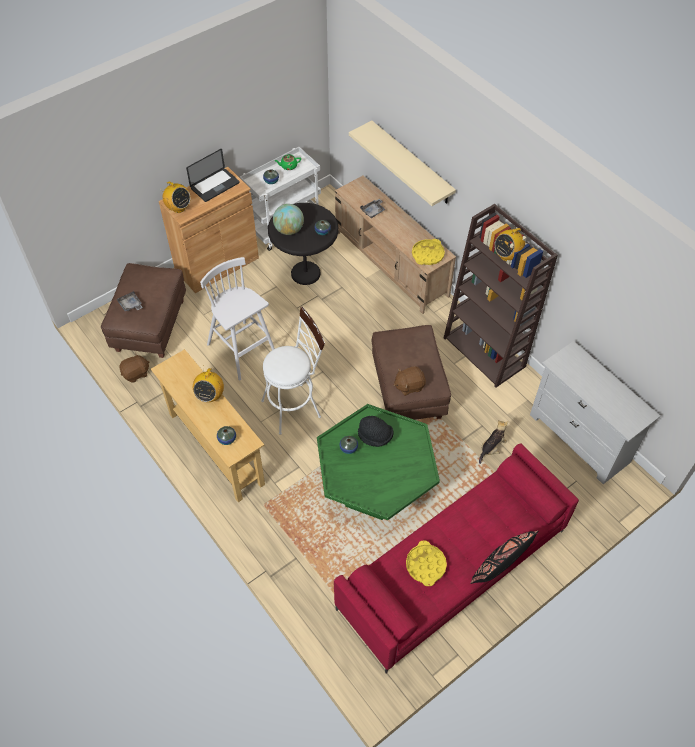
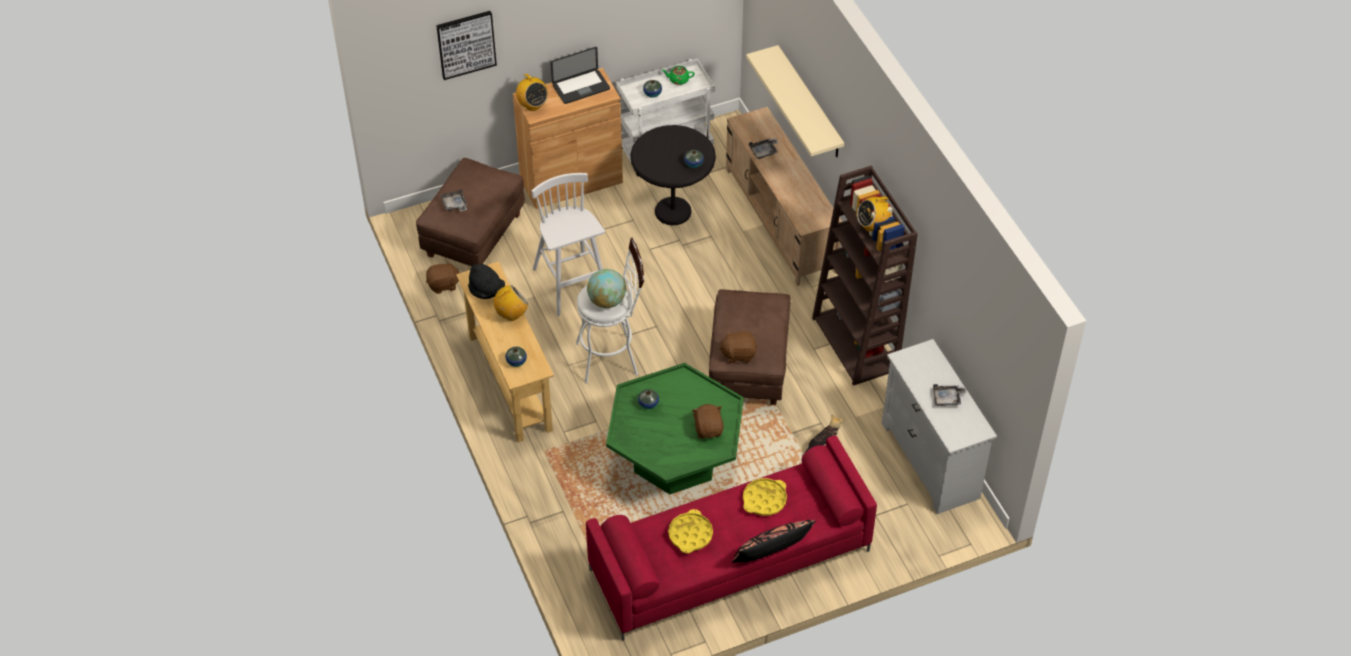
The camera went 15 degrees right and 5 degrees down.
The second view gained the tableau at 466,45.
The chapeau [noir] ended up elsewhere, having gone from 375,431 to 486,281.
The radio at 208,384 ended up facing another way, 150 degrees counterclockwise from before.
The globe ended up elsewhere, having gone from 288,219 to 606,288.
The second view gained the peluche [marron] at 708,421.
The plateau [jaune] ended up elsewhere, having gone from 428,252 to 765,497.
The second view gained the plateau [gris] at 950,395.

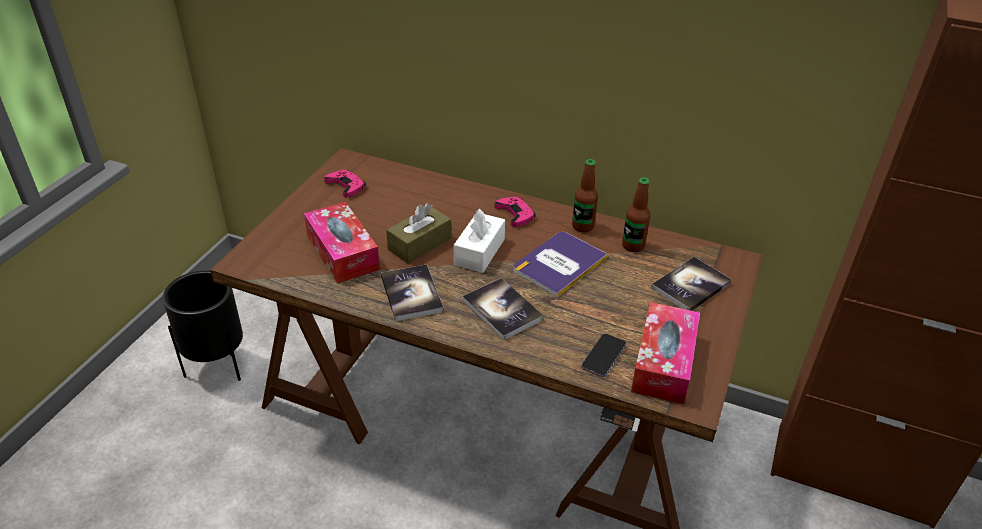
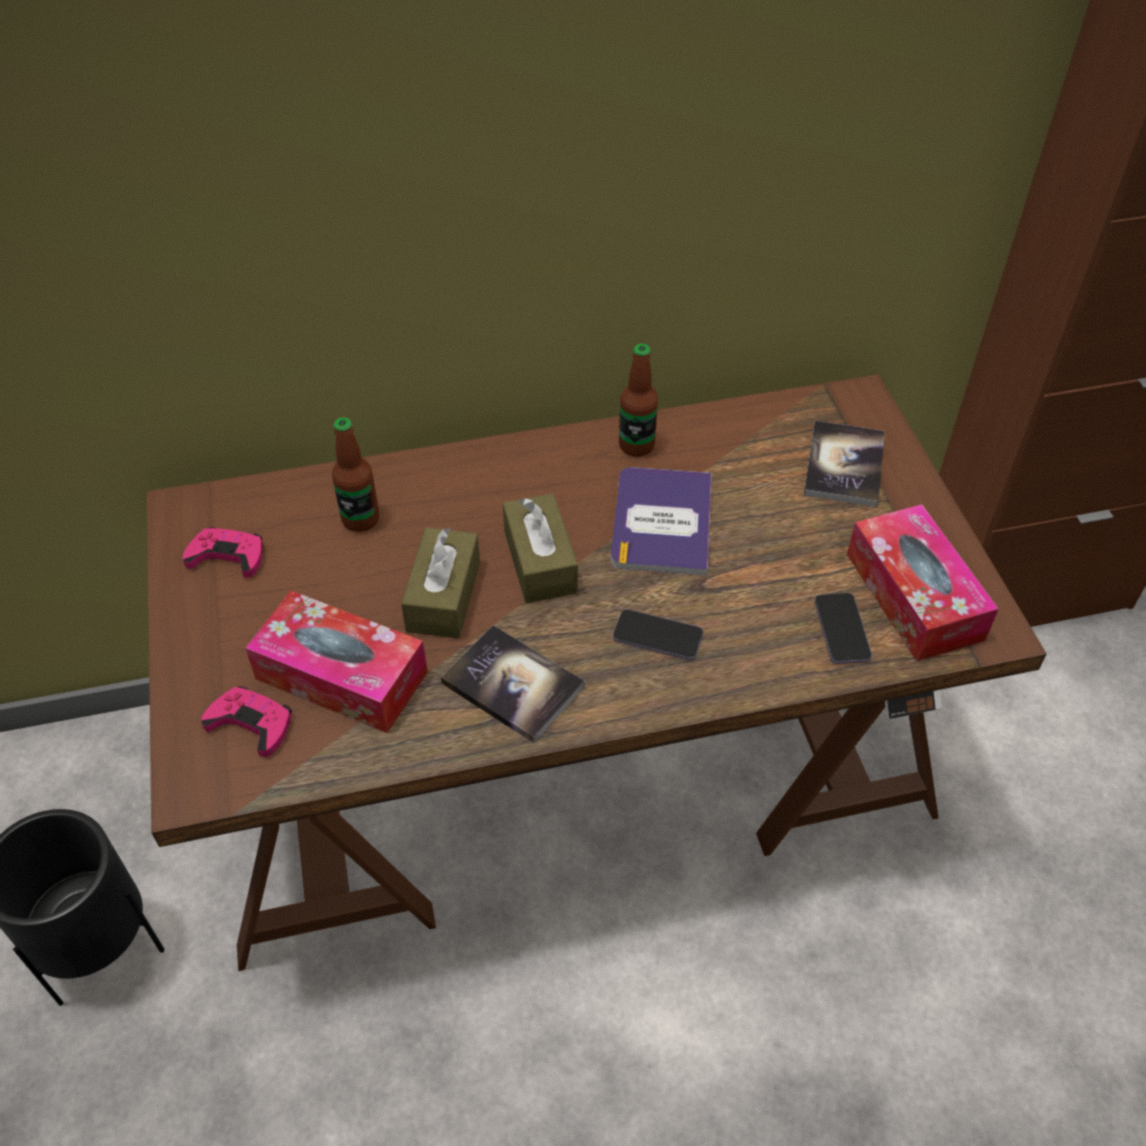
The camera went 35 degrees left and 10 degrees up.
The manette [rose] ended up elsewhere, having gone from 515,212 to 246,721.
The bouteille ended up elsewhere, having gone from 636,215 to 355,474.
What was the boîte à mouchoirs [blanc] at 479,241 turned into the boîte à mouchoirs [marron] at 540,548.
Where the livre stood at 503,309, the téléphone came to stand at 658,634.

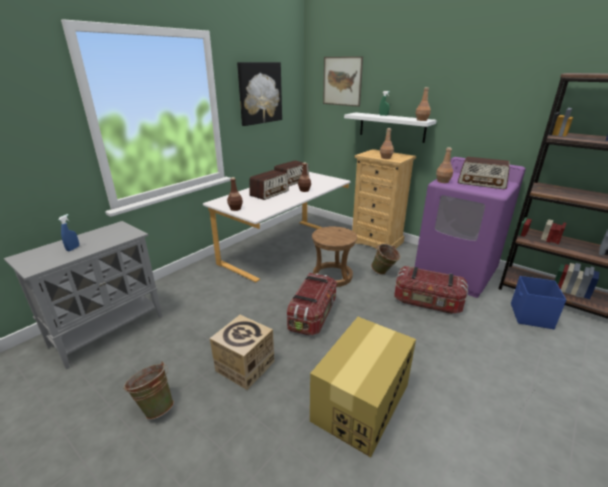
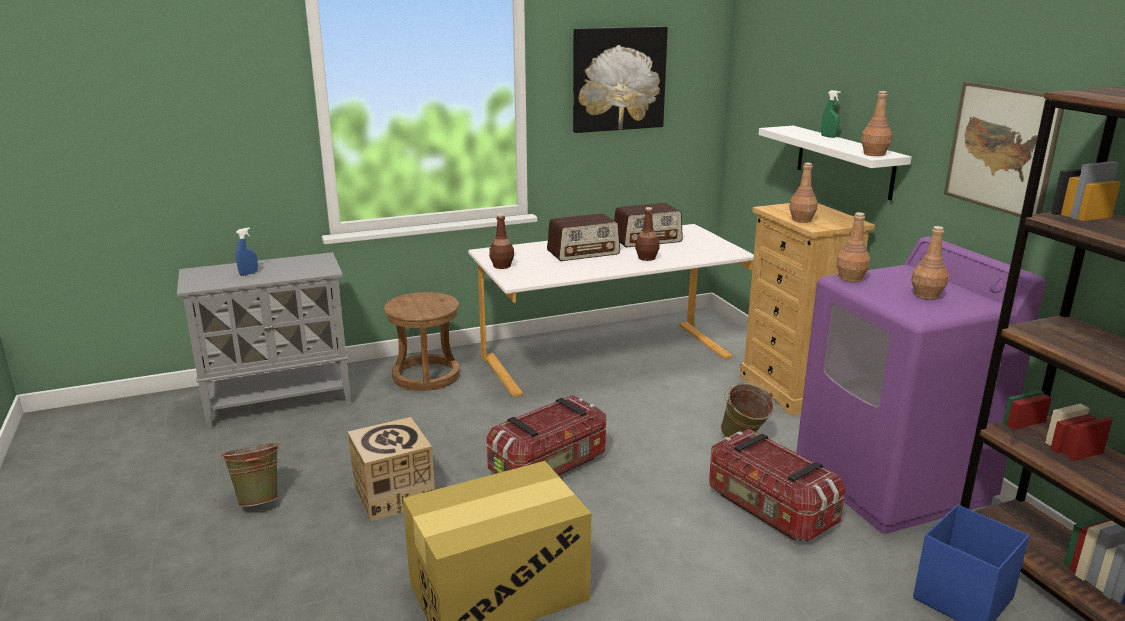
The camera went 30 degrees right and 5 degrees down.
The tabouret [marron] ended up elsewhere, having gone from 334,256 to 422,341.
Where the radio stood at 484,173, the bouteille [marron] came to stand at 929,263.
The tableau ended up elsewhere, having gone from 343,81 to 1004,149.

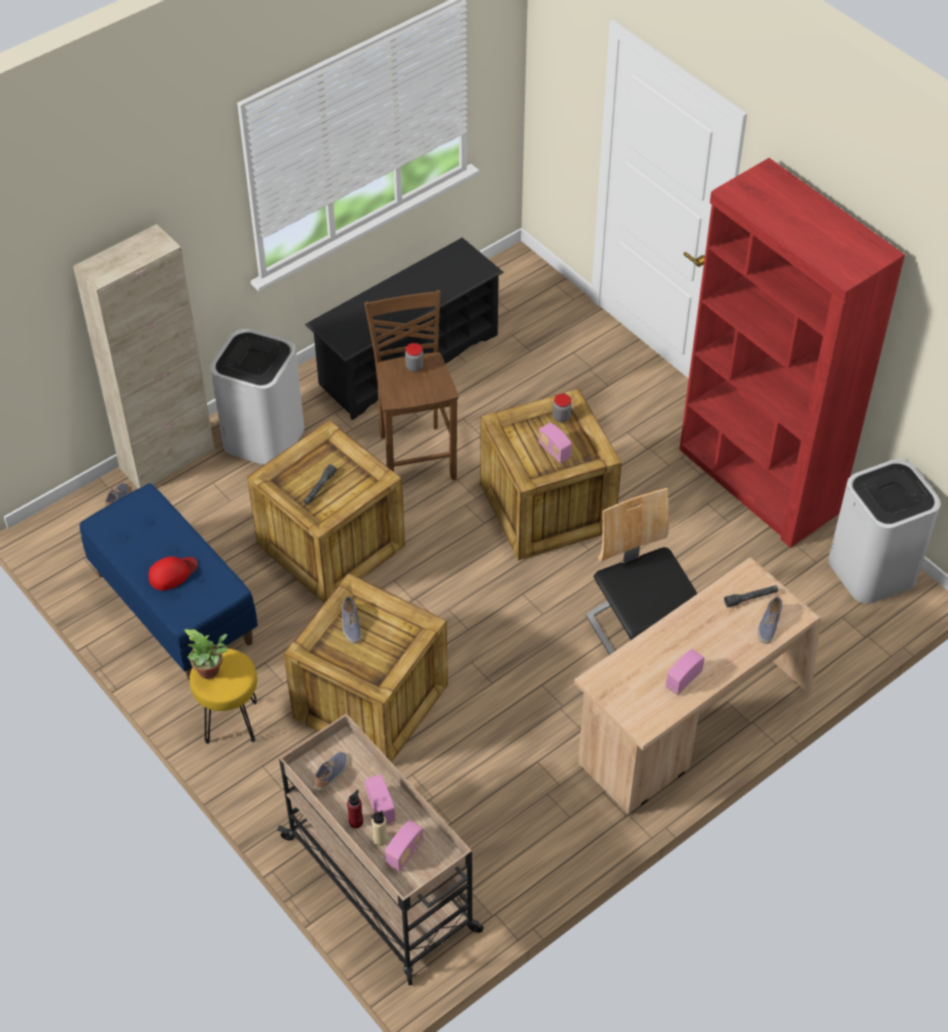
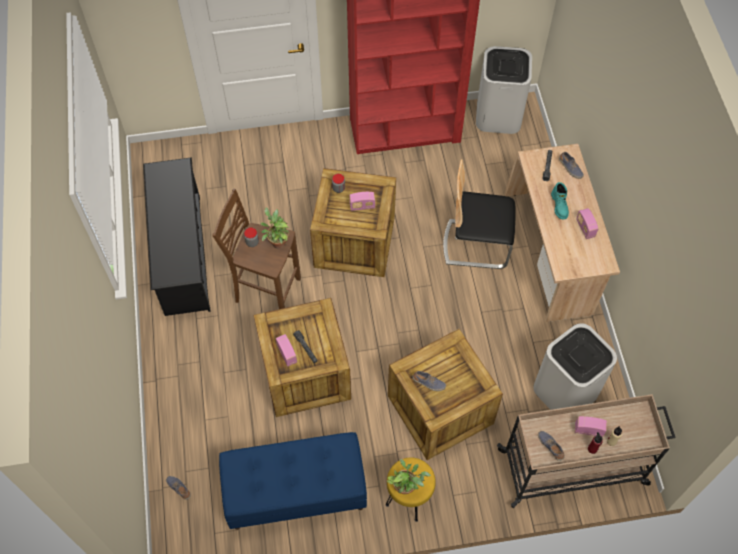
The camera went 60 degrees left and 10 degrees up.
The second view gained the plante en pot at 275,228.
The radio ended up elsewhere, having gone from 404,846 to 286,350.
The poubelle [blanc] ended up elsewhere, having gone from 257,397 to 575,366.
The second view gained the botte [turquoise] at 560,201.
The second view lost the meuble de rangement [beige] at 144,356.
The second view lost the casquette [rouge] at 173,573.

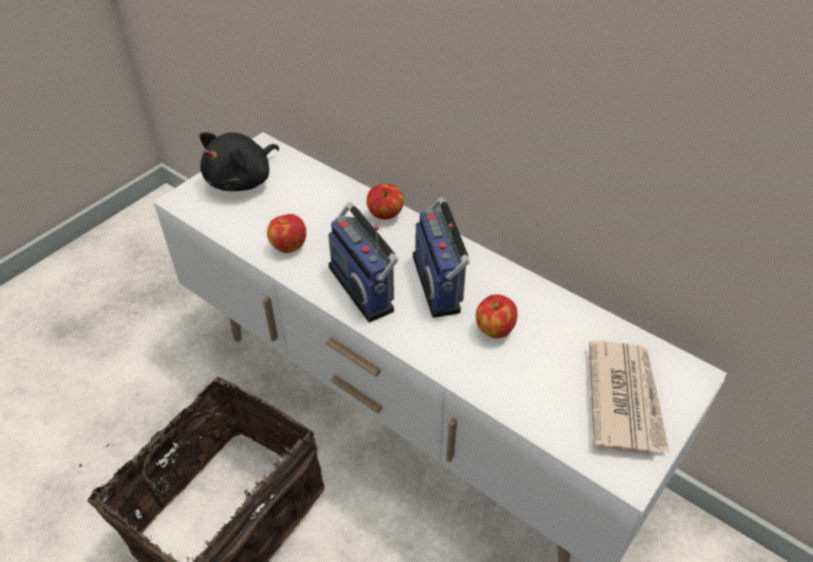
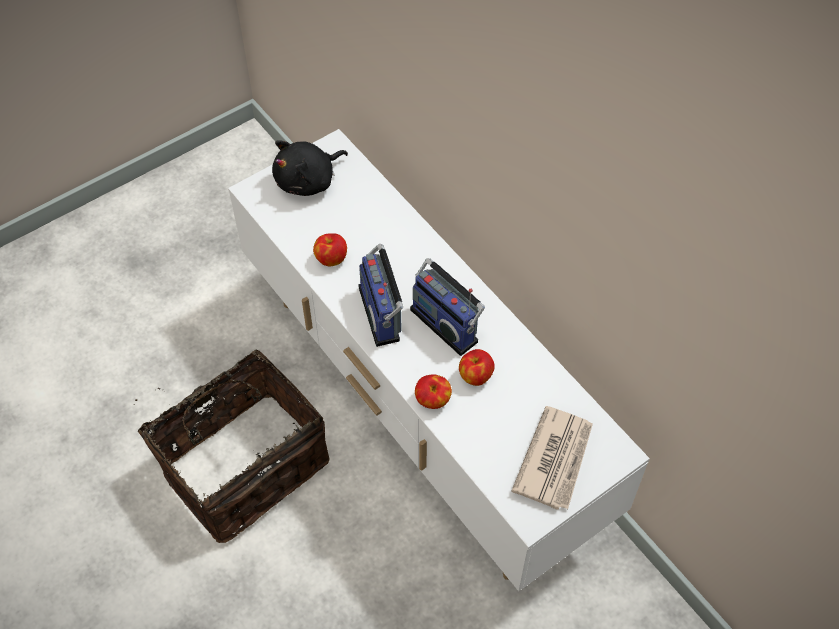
The camera went 15 degrees right and 10 degrees up.
The radio at 441,257 ended up facing another way, 45 degrees counterclockwise from before.
The pomme ended up elsewhere, having gone from 385,201 to 433,391.

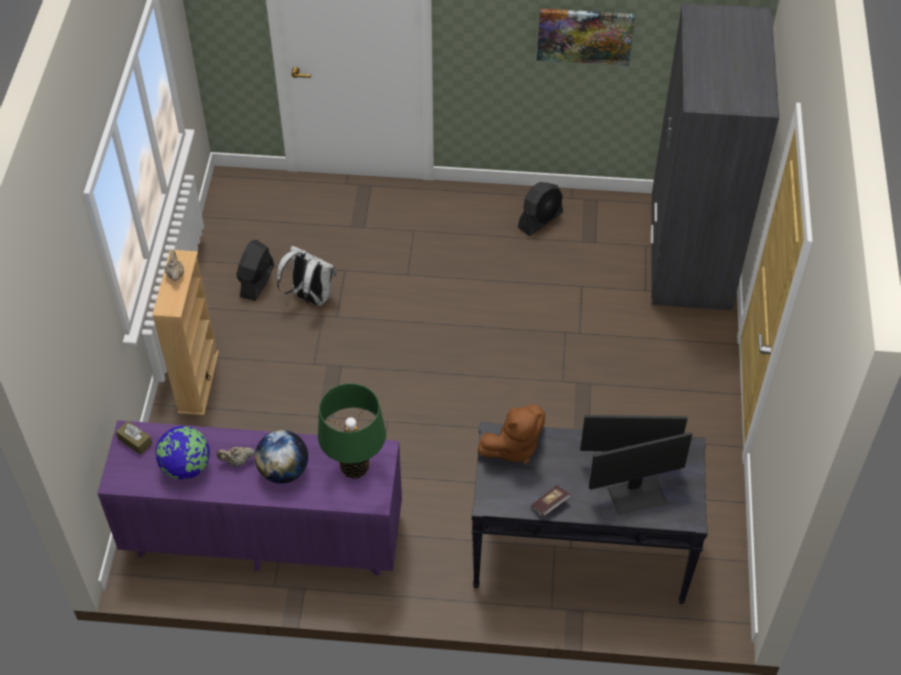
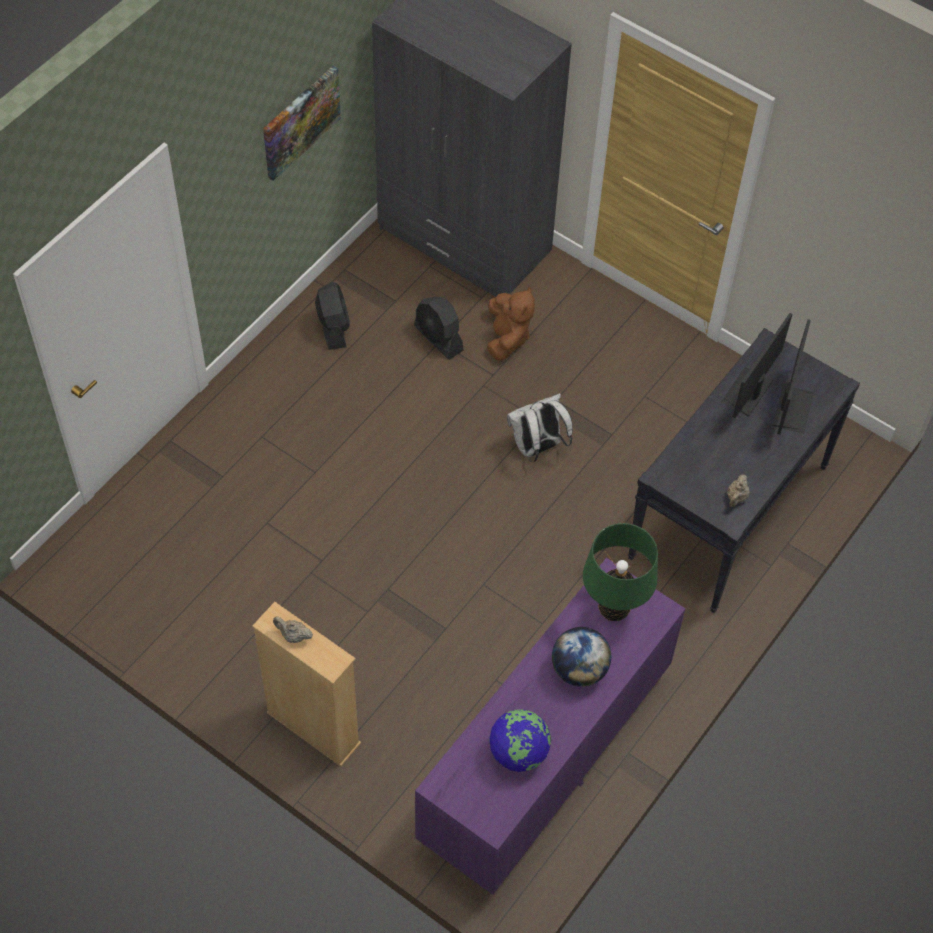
The camera went 60 degrees left and 5 degrees up.
The ventilateur [noir] ended up elsewhere, having gone from 255,270 to 439,328.
The peluche [marron] ended up elsewhere, having gone from 511,434 to 511,323.
The sac à dos [blanc] ended up elsewhere, having gone from 306,276 to 540,427.
The théière [beige] ended up elsewhere, having gone from 236,456 to 738,490.
The second view lost the boîte à mouchoirs [marron] at 134,438.
The second view lost the livre at 551,500.

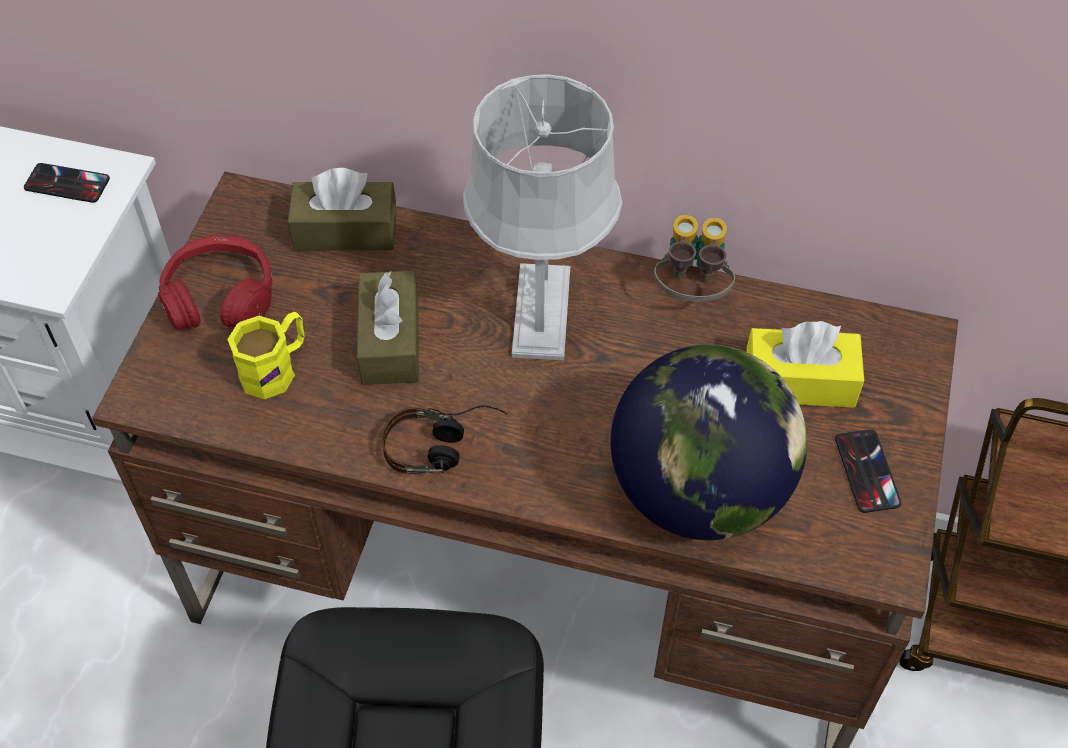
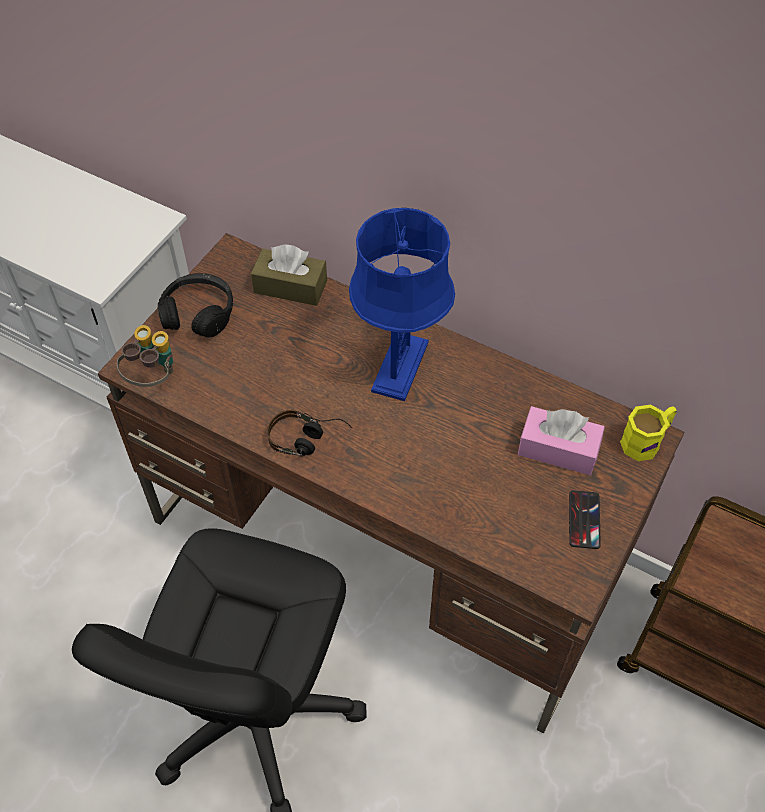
The camera went 15 degrees right and 0 degrees up.
The jumelles ended up elsewhere, having gone from 694,258 to 145,356.
What was the casque audio [rouge] at 215,282 turned into the casque audio [noir] at 195,305.
What was the lampe de table [gris] at 543,217 turned into the lampe de table [bleu] at 402,304.
What was the boîte à mouchoirs [jaune] at 805,364 turned into the boîte à mouchoirs [rose] at 561,440.
The mug [jaune] ended up elsewhere, having gone from 266,355 to 648,433.
The second view lost the téléphone at 67,183.
The second view lost the boîte à mouchoirs [marron] at 388,328.
The second view lost the globe at 709,442.

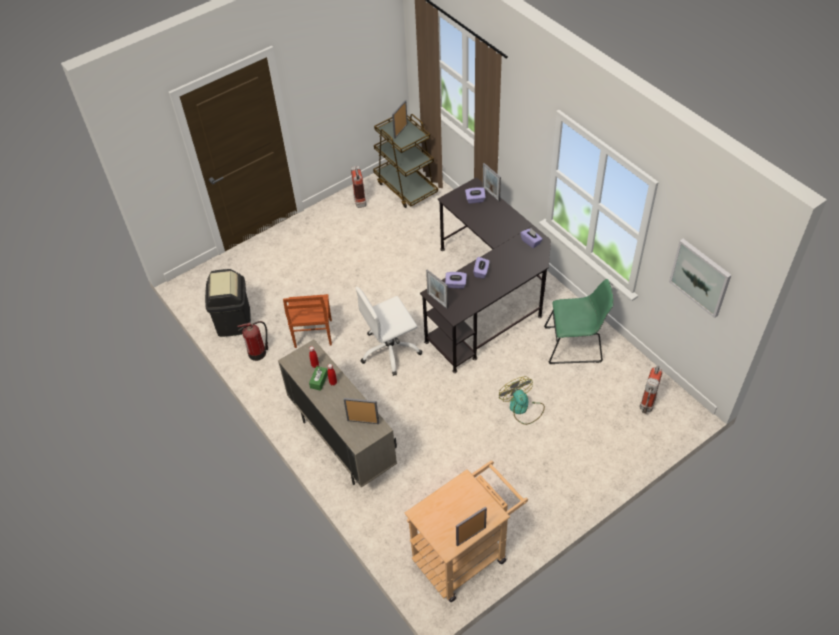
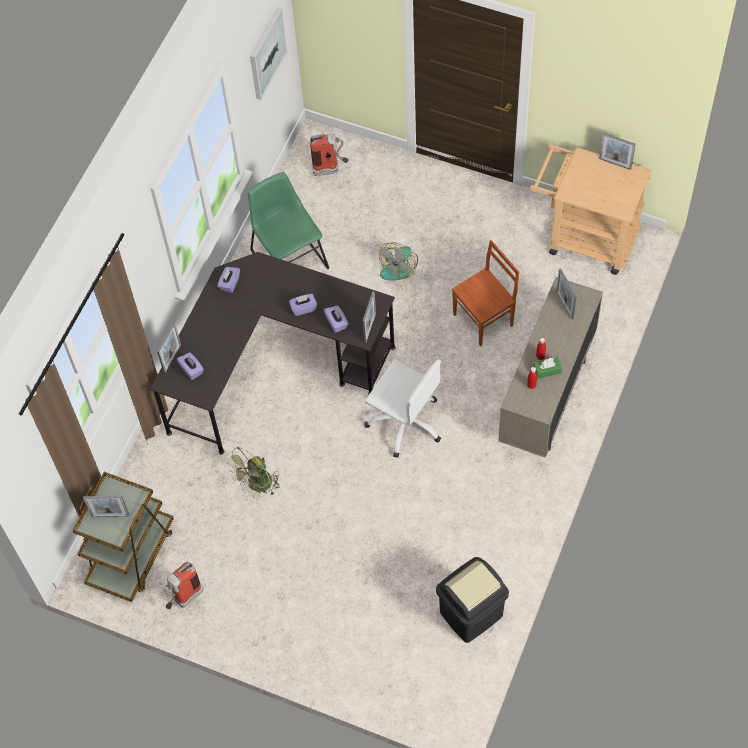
The camera went 120 degrees left and 10 degrees up.
The second view gained the ventilateur [vert] at 253,472.
The chaise [marron] ended up elsewhere, having gone from 307,321 to 485,293.
The second view lost the extincteur at 253,341.

